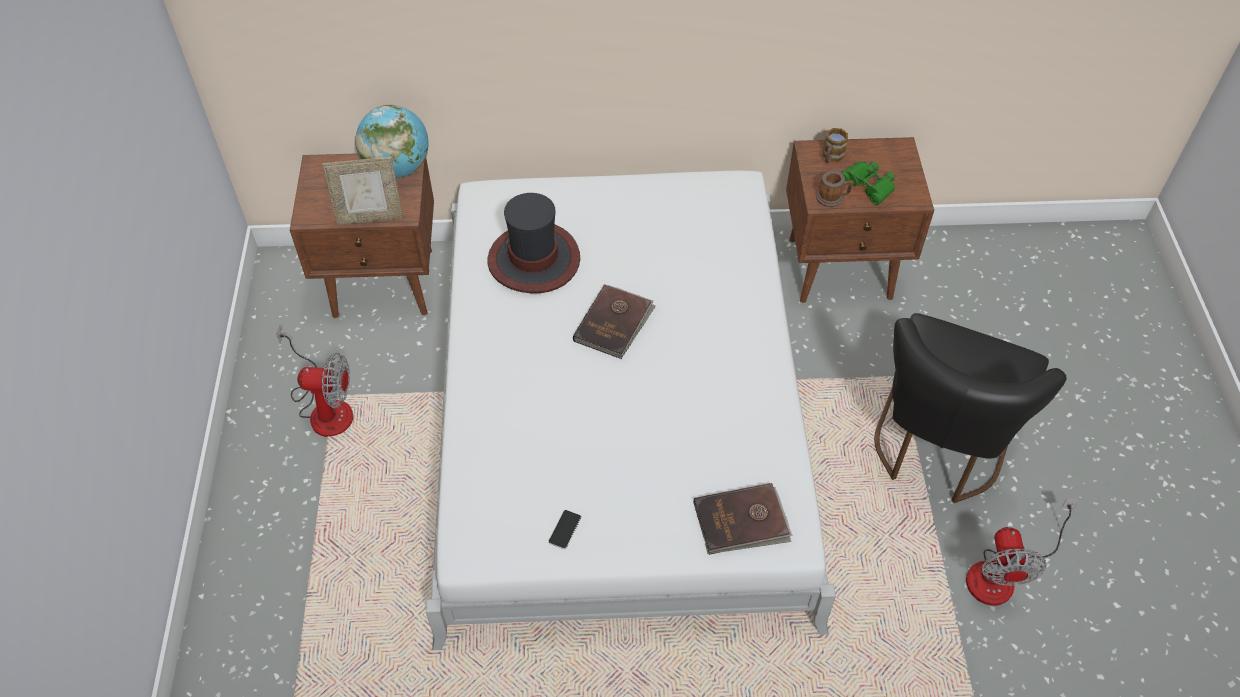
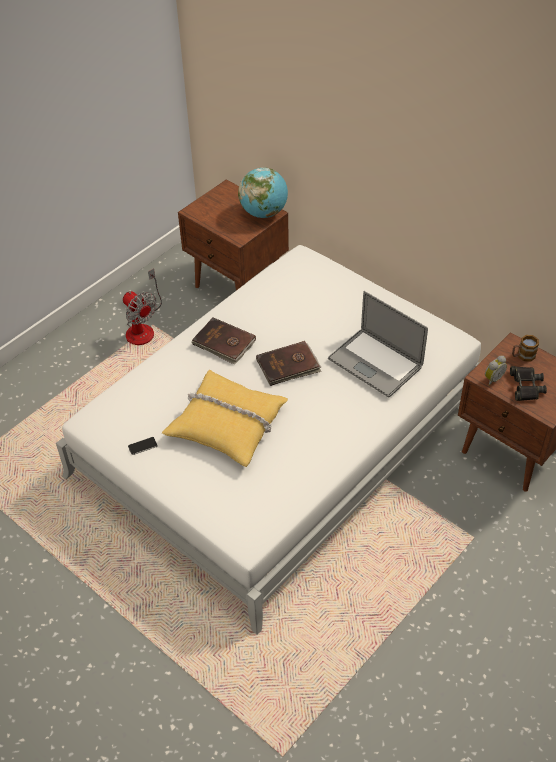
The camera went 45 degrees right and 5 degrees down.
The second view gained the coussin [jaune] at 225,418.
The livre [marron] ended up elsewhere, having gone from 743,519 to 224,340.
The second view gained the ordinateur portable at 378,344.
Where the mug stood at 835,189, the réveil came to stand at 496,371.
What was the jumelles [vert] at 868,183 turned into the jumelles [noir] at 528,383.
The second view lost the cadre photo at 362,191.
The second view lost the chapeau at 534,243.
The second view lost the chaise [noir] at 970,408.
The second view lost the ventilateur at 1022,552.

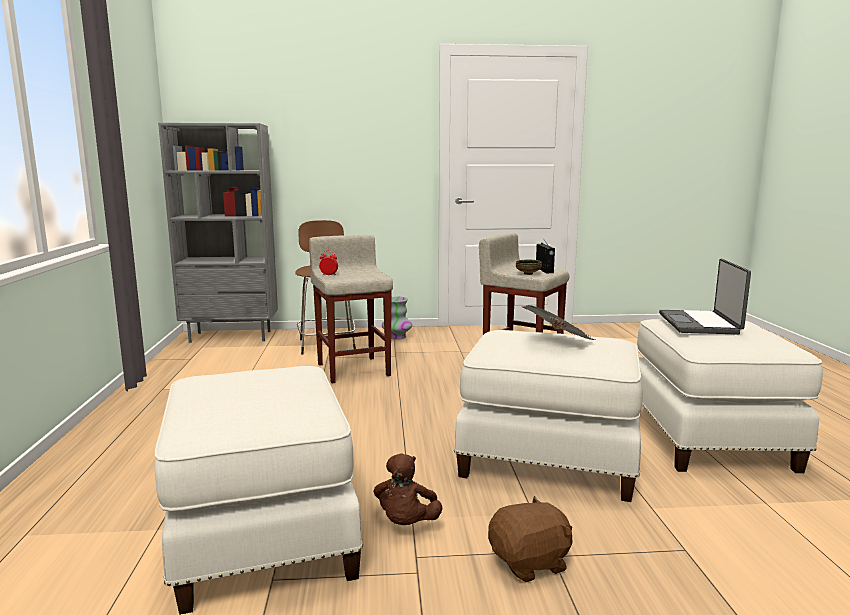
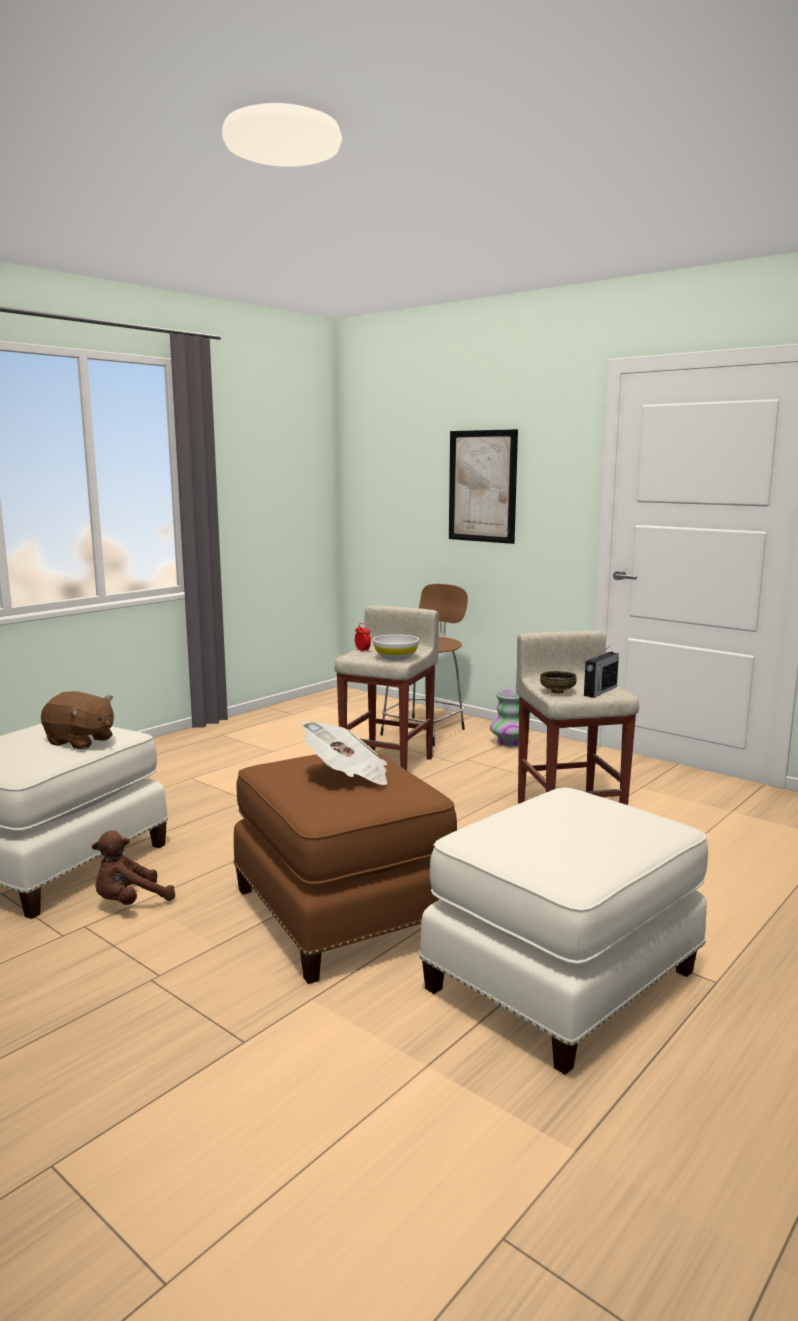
The camera went 45 degrees right and 0 degrees up.
The peluche [marron] ended up elsewhere, having gone from 530,539 to 77,720.
What was the pouf [blanc] at 548,416 turned into the pouf [marron] at 345,867.
The second view gained the bol [blanc] at 396,647.
The second view gained the tableau at 483,486.
The second view lost the bibliothèque [gris] at 218,233.
The second view lost the ordinateur portable at 705,297.

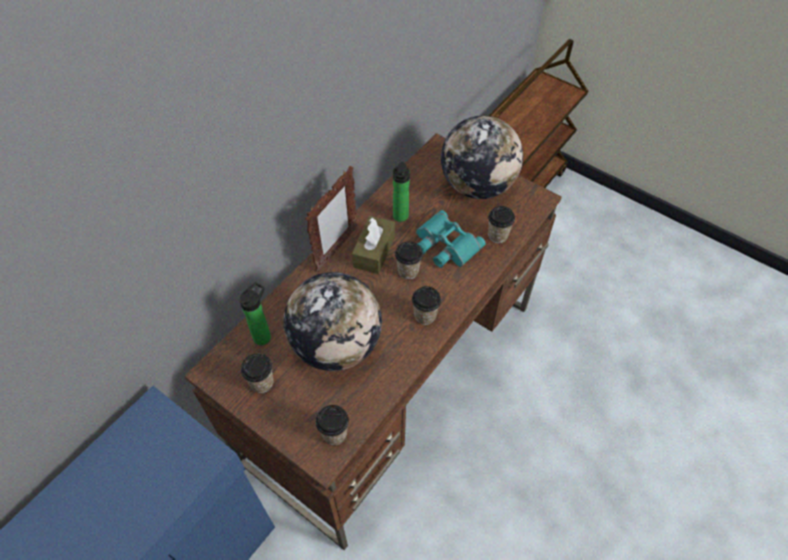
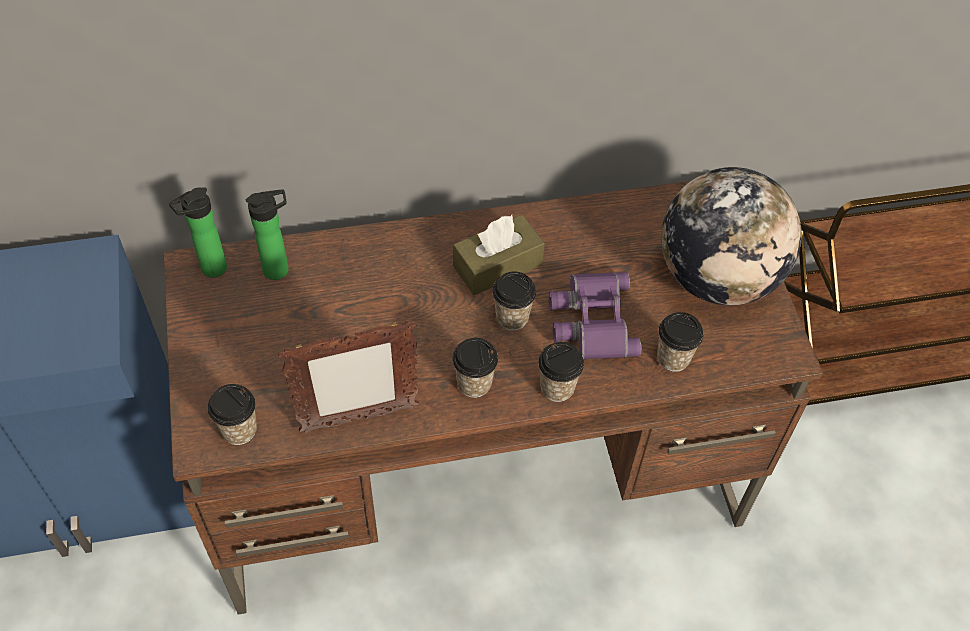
The camera went 40 degrees right and 0 degrees up.
The bouteille ended up elsewhere, having gone from 401,192 to 198,232.
The cadre photo ended up elsewhere, having gone from 331,219 to 348,377.
The tasse ended up elsewhere, having gone from 257,373 to 561,372.
What was the jumelles [turquoise] at 451,239 turned into the jumelles [violet] at 595,315.
The second view lost the globe at 332,321.

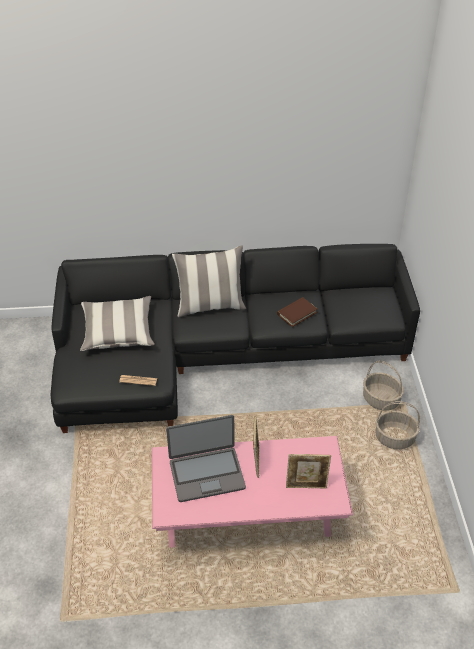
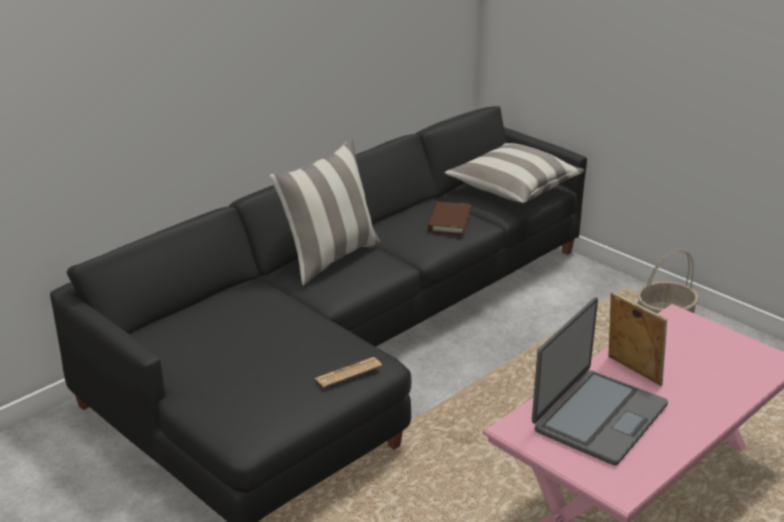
The camera went 40 degrees left and 15 degrees down.
The coussin ended up elsewhere, having gone from 117,323 to 514,173.
The second view lost the cadre photo at 308,471.
The second view lost the panier at 383,385.

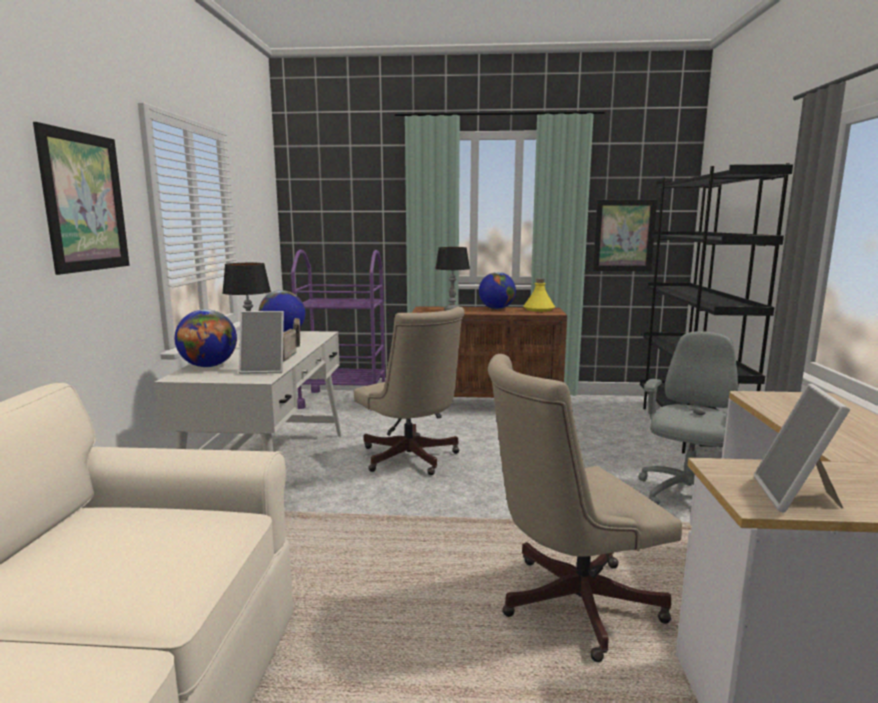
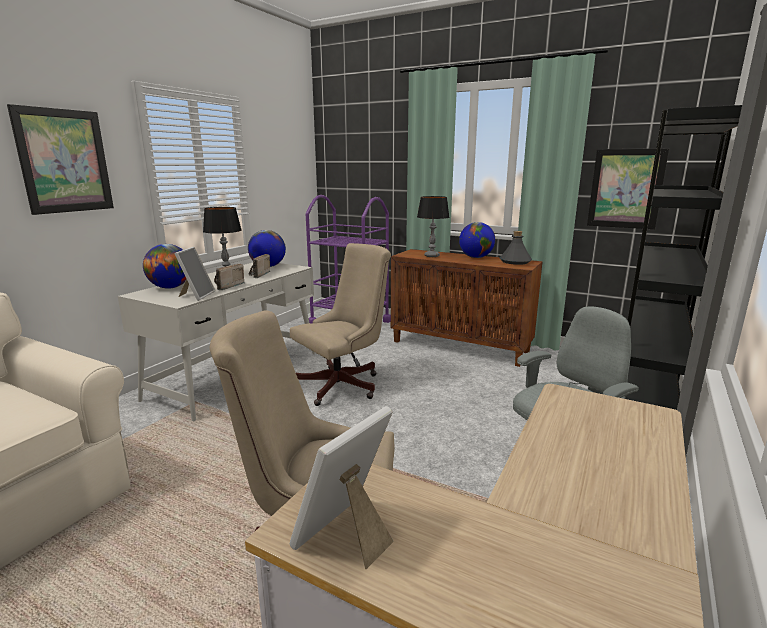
The camera went 25 degrees right and 5 degrees up.
The cadre photo at 261,342 ended up facing another way, 105 degrees counterclockwise from before.
The chaise de bureau [beige] at 409,391 ended up facing another way, 120 degrees counterclockwise from before.
What was the bouteille [jaune] at 539,295 turned into the bouteille [gris] at 516,248.

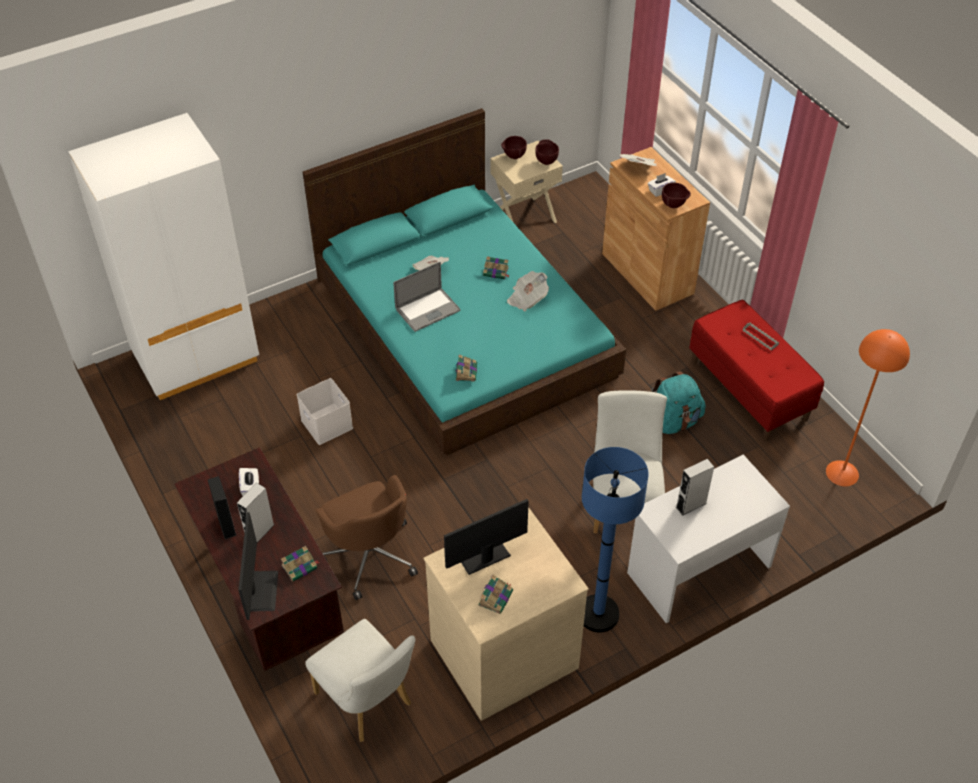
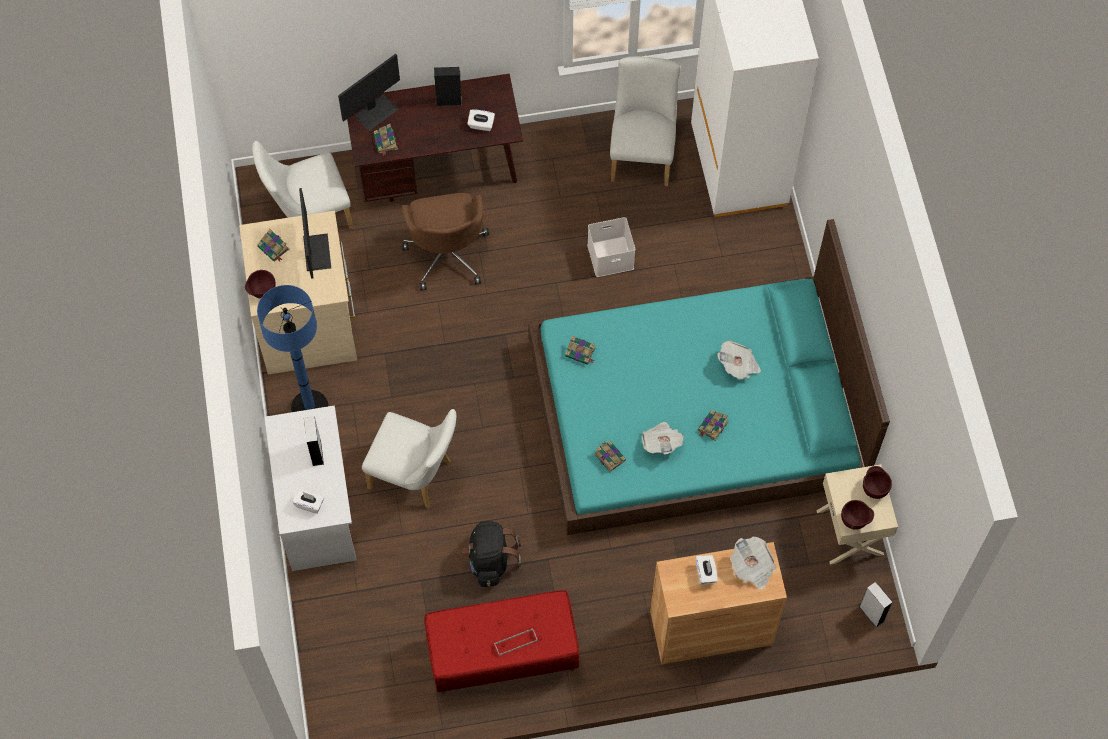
The camera went 110 degrees right and 15 degrees up.
The bol [marron] ended up elsewhere, having gone from 676,195 to 260,284.
The second view gained the boîte à mouchoirs [blanc] at 308,501.
The écran d'ordinateur at 258,566 ended up facing another way, 60 degrees counterclockwise from before.
The chaise de bureau [marron] at 366,537 ended up facing another way, 90 degrees counterclockwise from before.
What was the sac à dos [turquoise] at 678,402 turned into the sac à dos [noir] at 491,554.
The second view gained the livre at 610,456.
The second view gained the chaise [blanc] at 645,121.
The enceinte [gris] ended up elsewhere, having gone from 255,513 to 876,605.
The second view lost the ordinateur portable at 427,297.
The second view lost the lampadaire [orange] at 868,408.

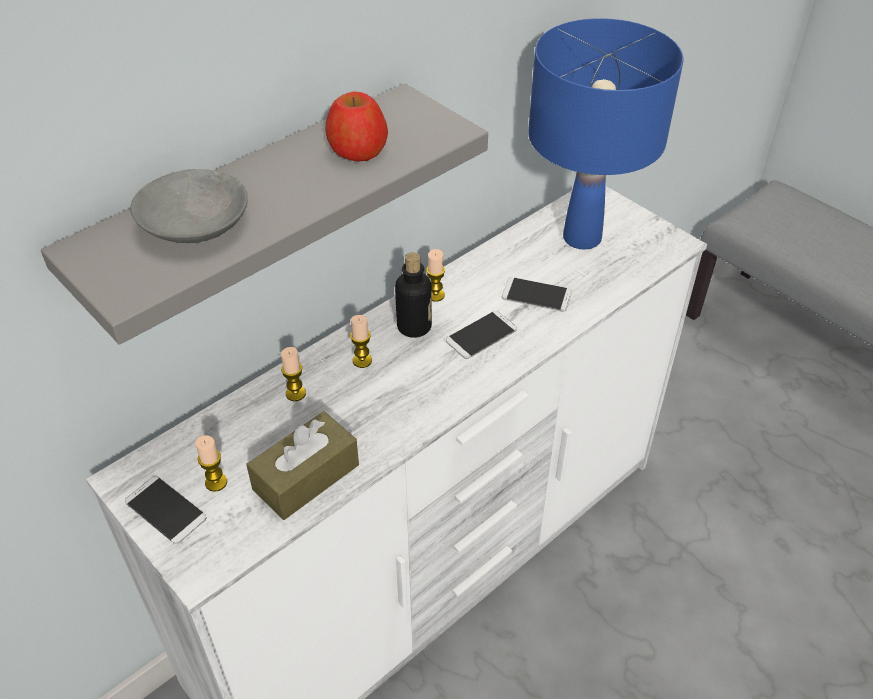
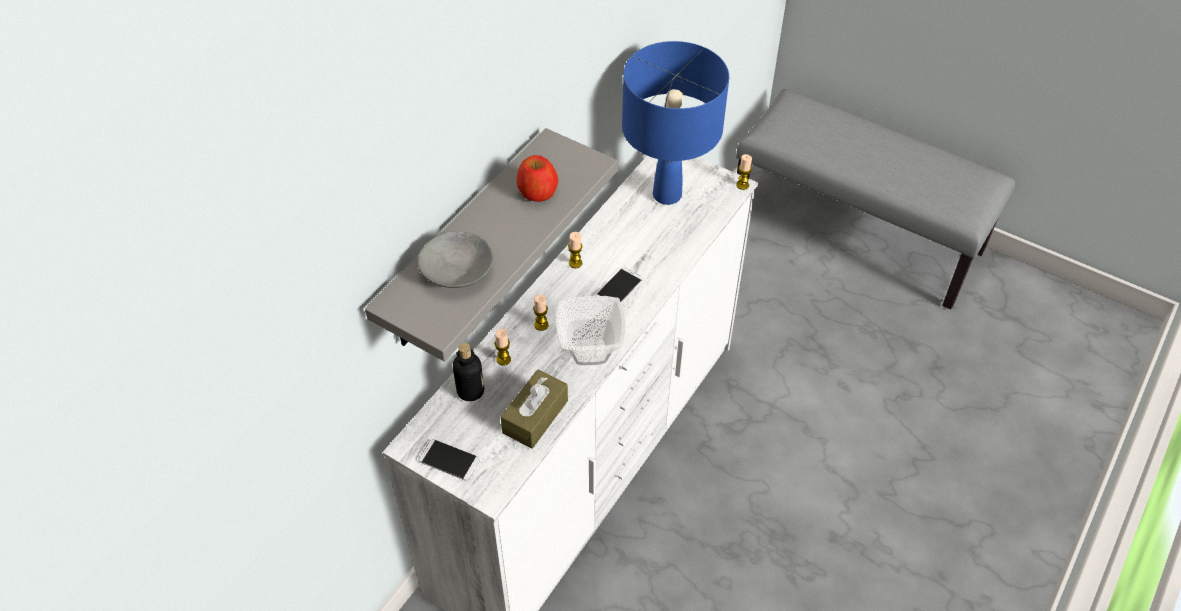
The camera went 15 degrees left and 5 degrees up.
The bouteille ended up elsewhere, having gone from 413,295 to 468,372.
The second view gained the bol at 590,330.
The bougie ended up elsewhere, having gone from 211,463 to 744,172.
The second view lost the téléphone at 537,294.

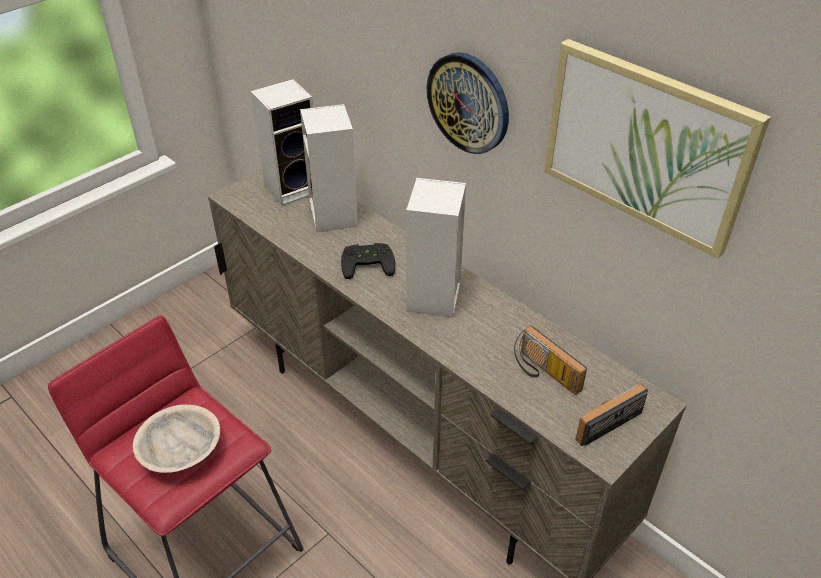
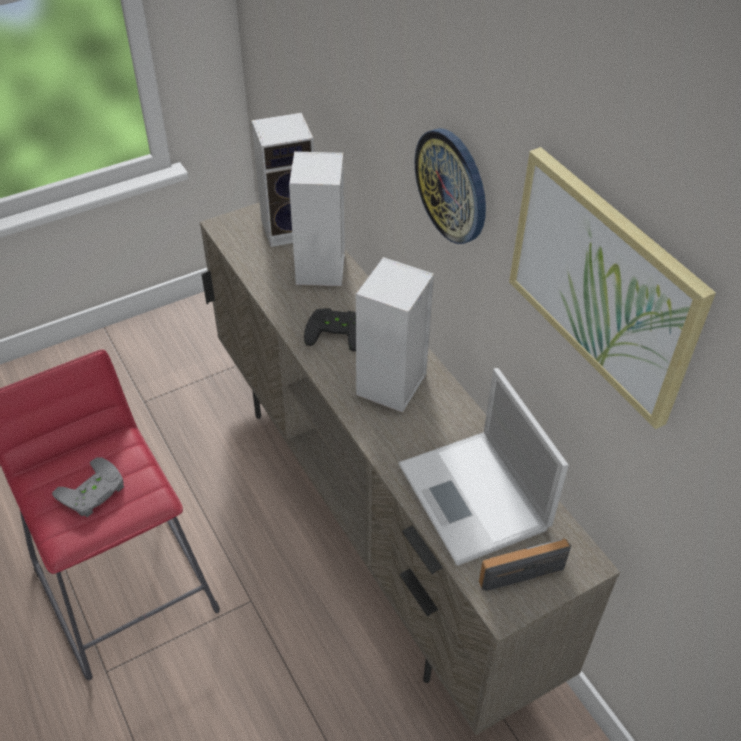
The camera went 15 degrees right and 5 degrees up.
Where the bol [beige] stood at 176,439, the manette [gris] came to stand at 88,487.
Where the radio stood at 550,360, the ordinateur portable came to stand at 483,467.

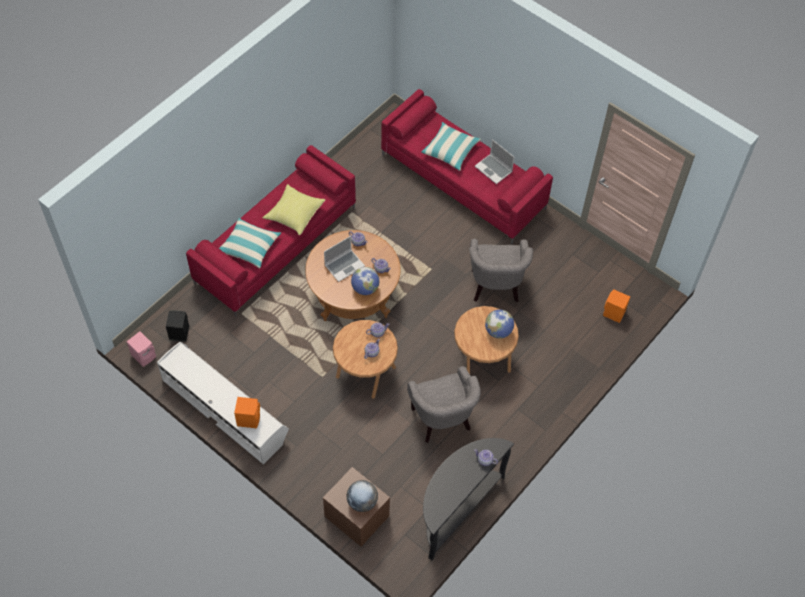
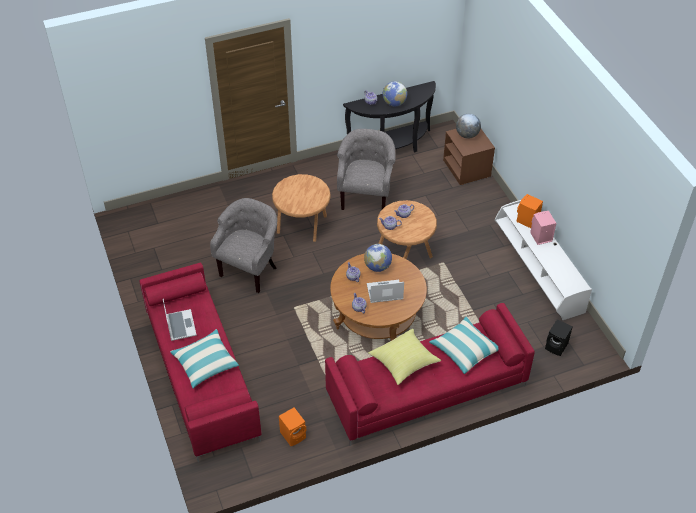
The camera went 150 degrees left and 10 degrees down.
The enceinte [orange] ended up elsewhere, having gone from 616,306 to 292,427.
The globe ended up elsewhere, having gone from 499,324 to 395,93.
The enceinte [rose] ended up elsewhere, having gone from 141,349 to 543,228.

